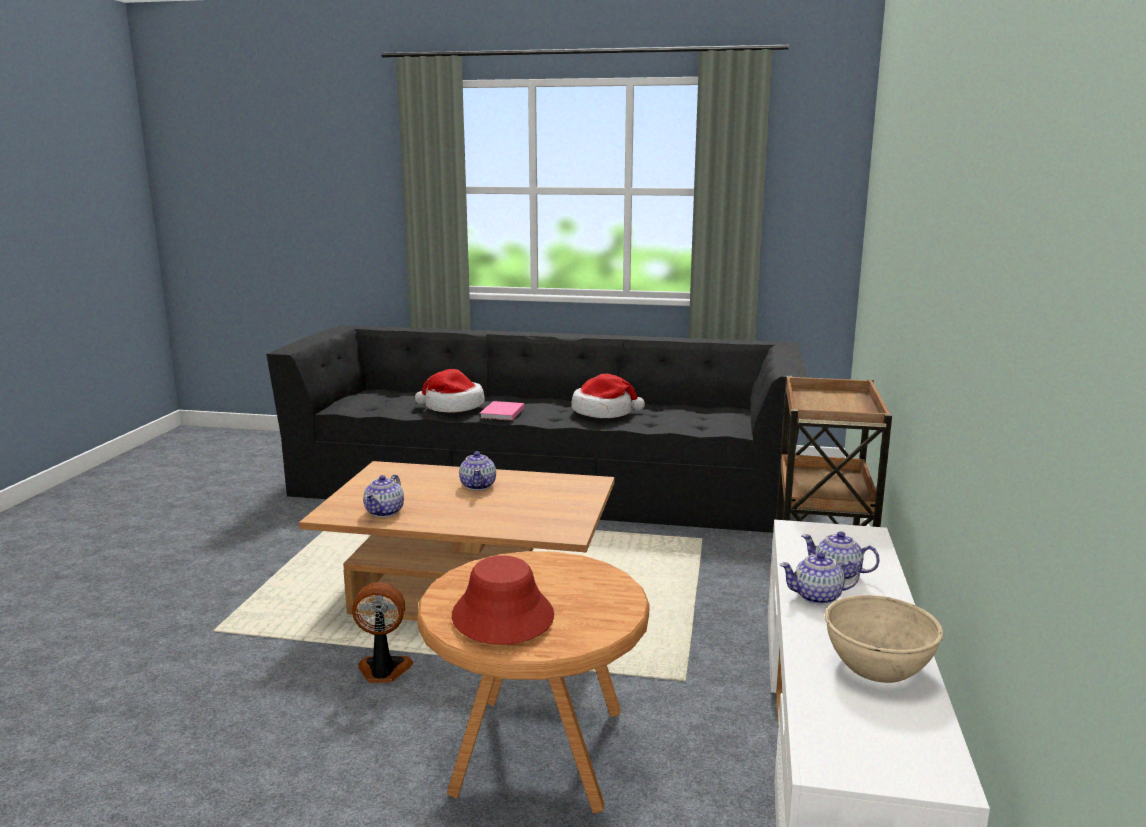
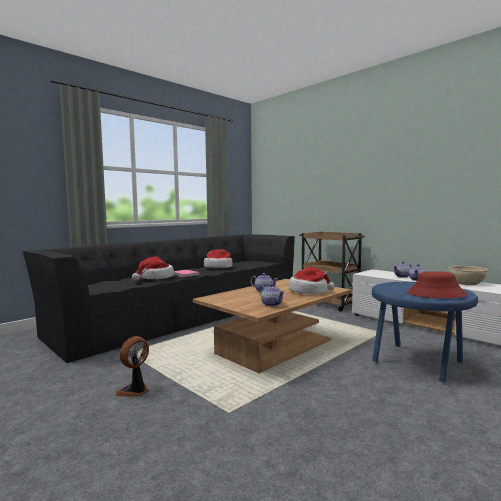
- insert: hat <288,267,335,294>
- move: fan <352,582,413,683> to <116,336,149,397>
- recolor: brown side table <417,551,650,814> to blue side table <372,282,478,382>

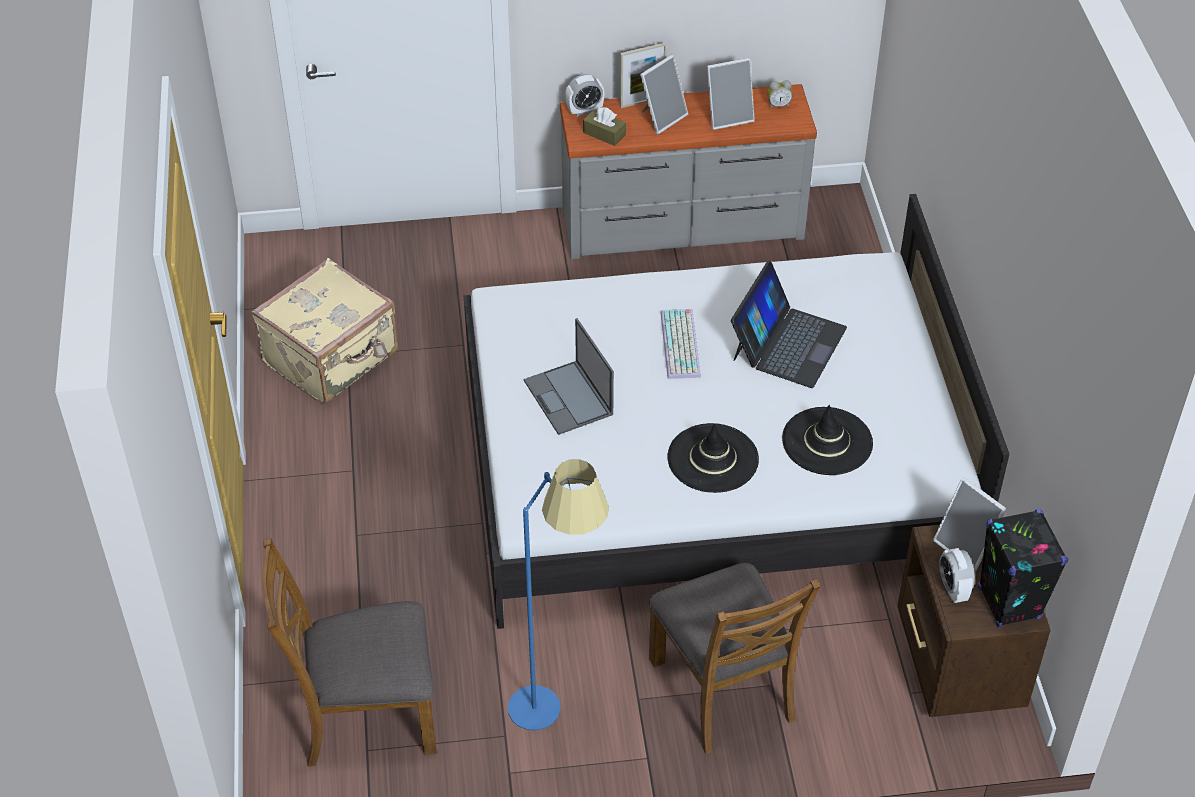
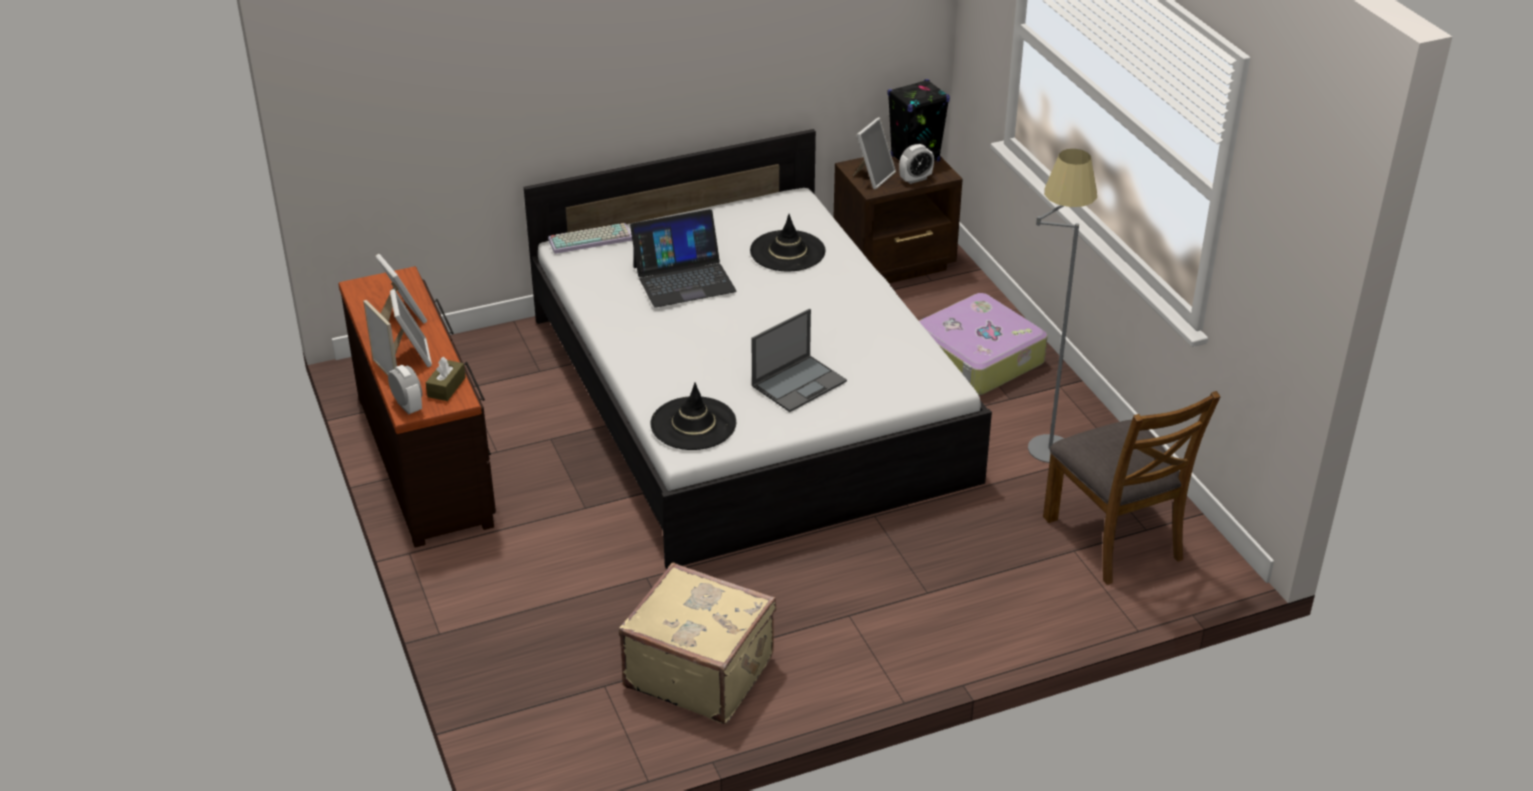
- delete: alarm clock <767,80,792,109>
- move: keyboard <661,309,701,379> to <548,223,632,254>
- move: black hat <667,423,759,493> to <650,382,736,450>
- replace: brown chair <649,563,821,754> to suitcase <919,293,1048,396>
- recolor: blue floor lamp <508,459,609,731> to grey floor lamp <1028,149,1097,463>
- recolor: grey dresser <560,84,817,259> to brown dresser <338,266,496,548>
- rotate: picture frame <640,55,688,134> = <390,289,432,367> 45 degrees clockwise
- rotate: laptop <731,261,847,388> = <630,209,737,308> 150 degrees clockwise

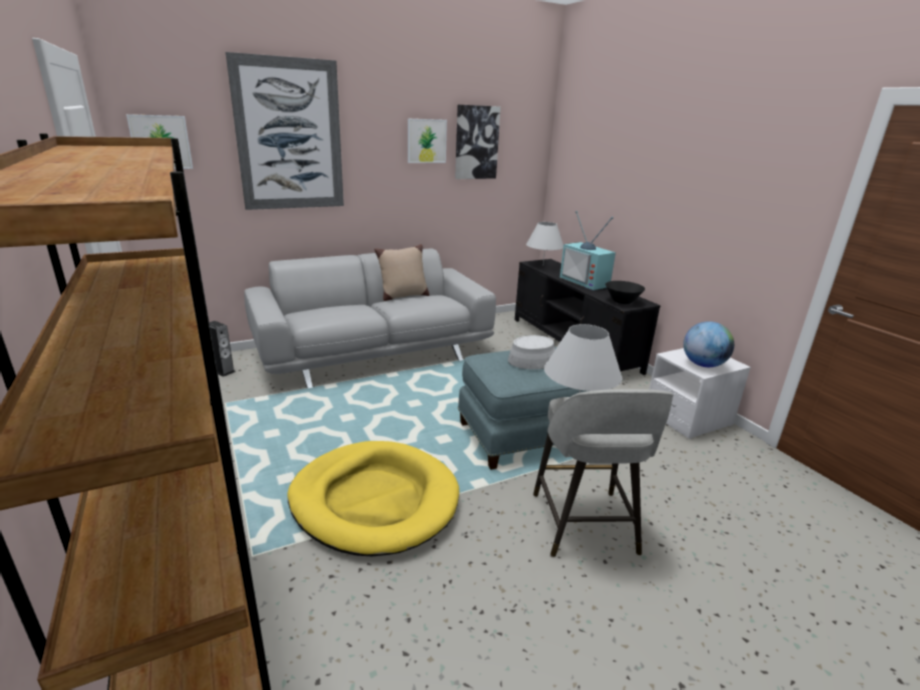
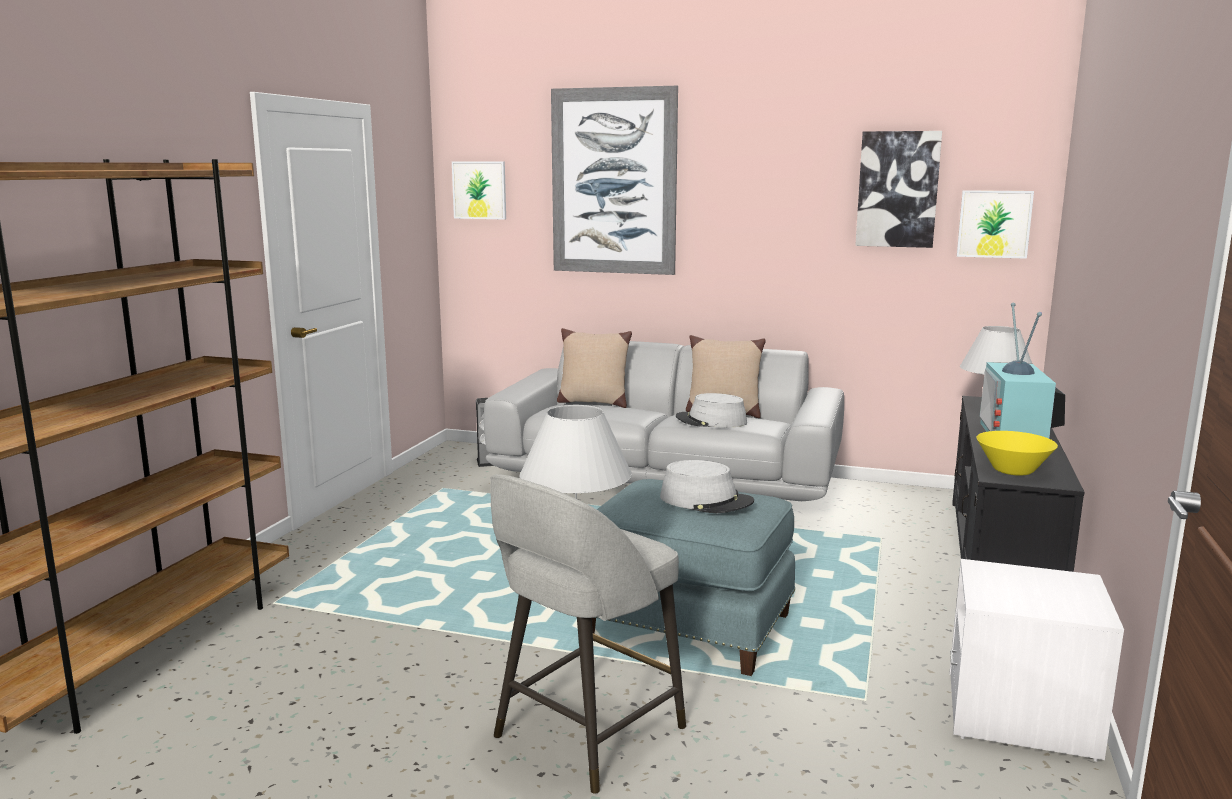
- delete: yellow dog bed <288,441,459,556>
- delete: globe <683,321,734,367>
- insert: beige pillow <557,328,632,408>
- insert: grey hat <676,393,747,428>
- move: picture <408,119,447,163> to <957,190,1034,259>
- recolor: black bowl <605,281,645,304> to yellow bowl <976,431,1058,476>

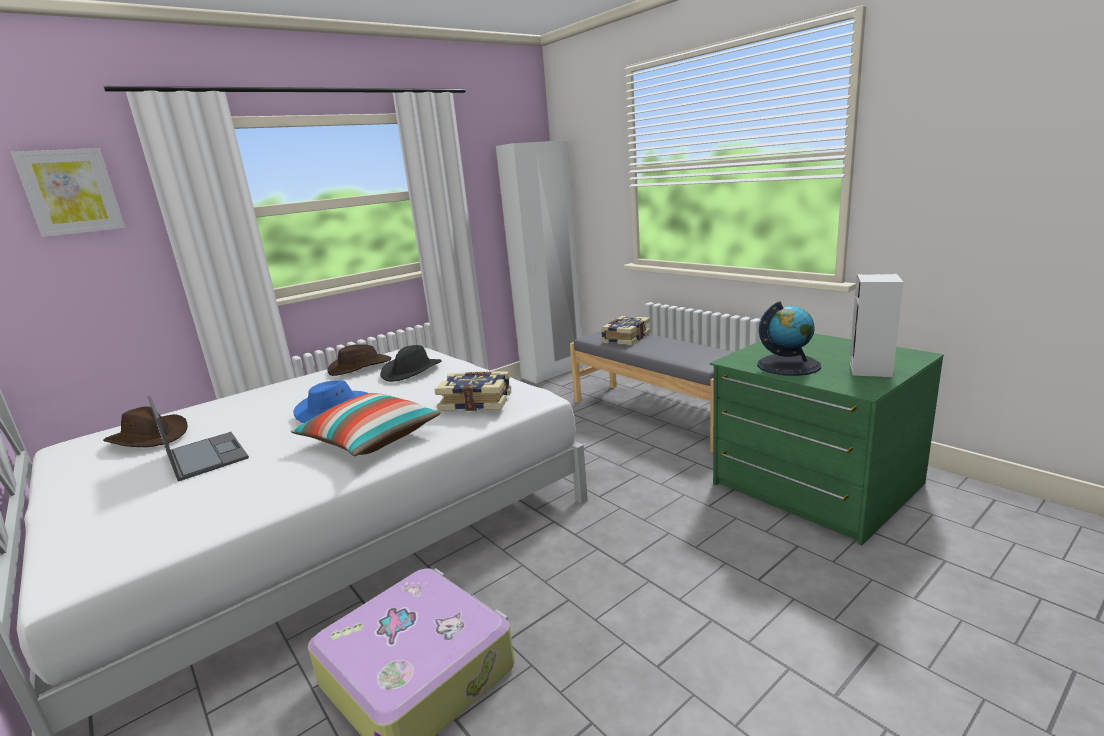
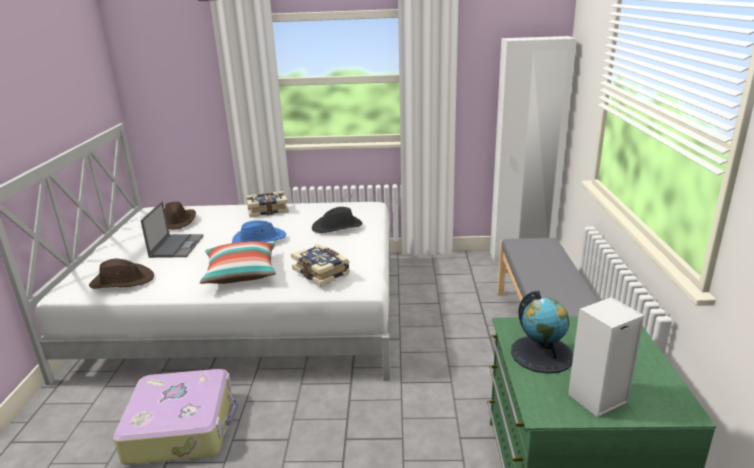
- delete: picture <11,148,125,237>
- move: brown hat <327,344,391,376> to <89,259,154,289>
- move: book <601,316,651,346> to <246,191,289,218>

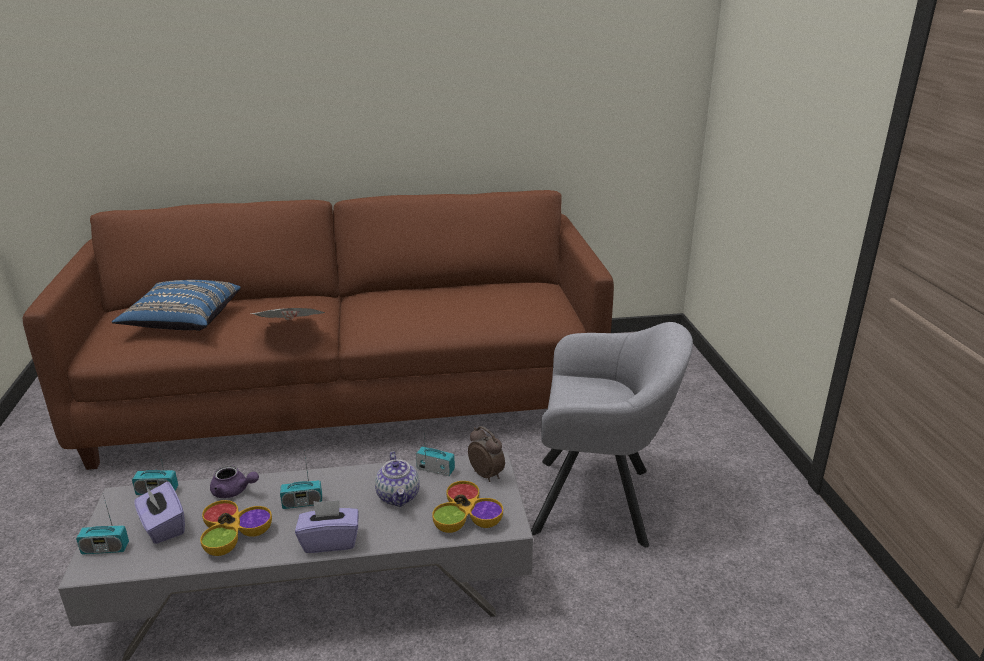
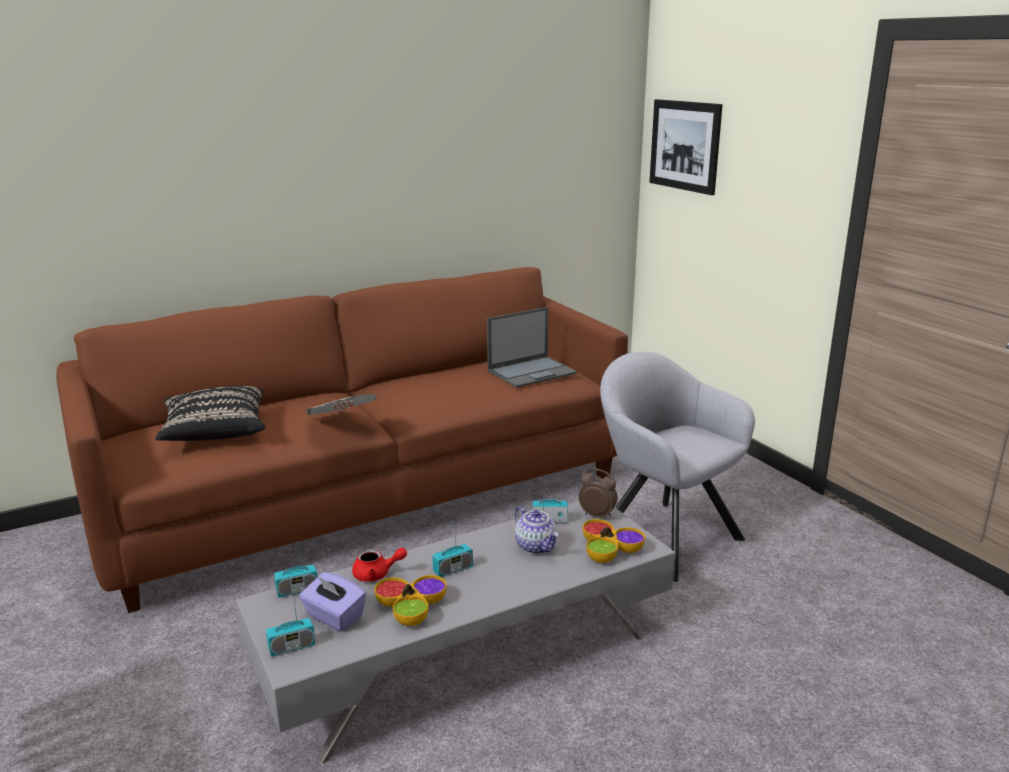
- delete: purple tissue box <295,500,359,553>
- insert: laptop <487,307,577,388>
- insert: picture <649,99,723,195>
- recolor: blue pillow <112,280,241,331> to black pillow <155,386,265,441>
- recolor: purple teapot <210,465,259,498> to red teapot <352,548,407,582>
- rotate: grey armchair <531,322,693,547> = <600,352,755,582> 120 degrees counterclockwise

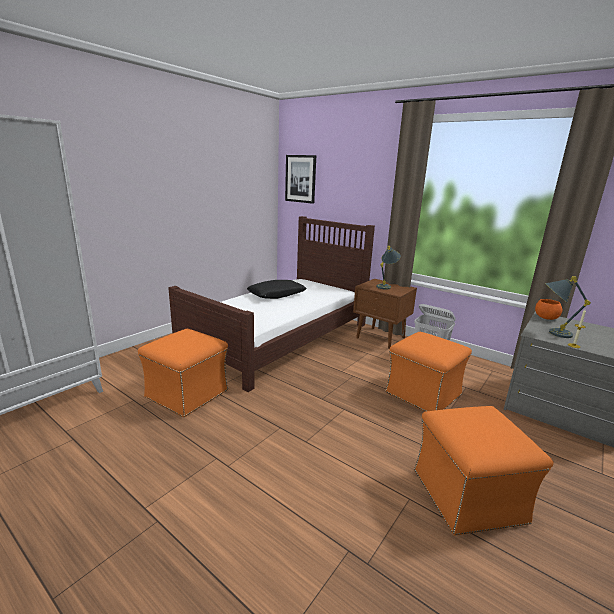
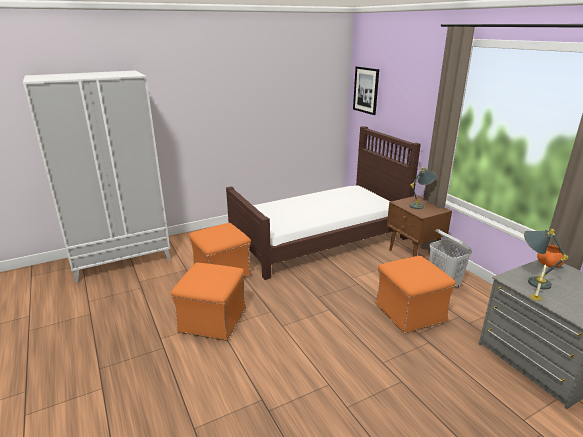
- delete: black pillow <247,280,307,299>
- move: orange ottoman <414,406,553,535> to <171,263,246,341>

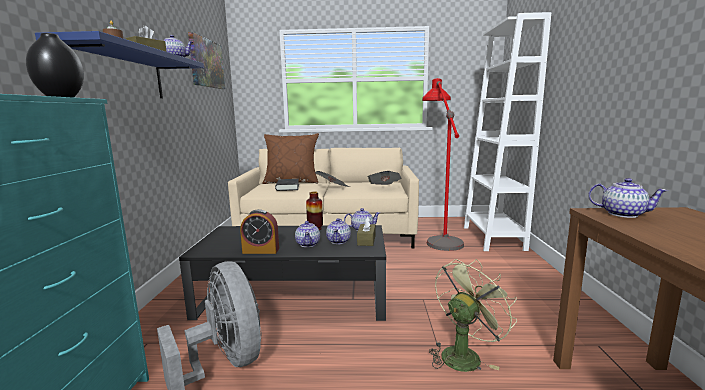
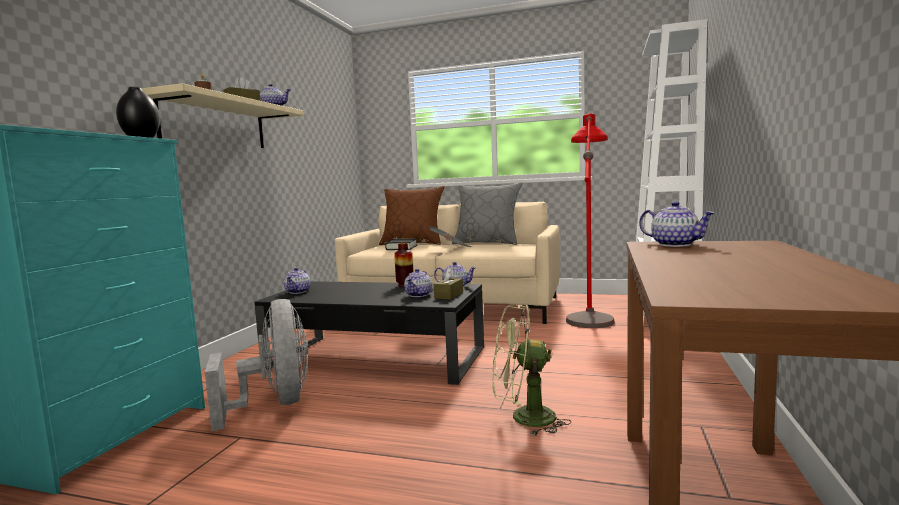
- delete: picture <188,32,225,89>
- delete: alarm clock <240,209,279,254>
- delete: newspaper <367,171,402,185>
- insert: grey pillow <452,182,522,245>
- move: teapot <295,221,320,247> to <284,267,310,294>
- recolor: blue shelf <35,31,204,98> to beige shelf <142,83,304,148>
- rotate: green fan <429,259,517,372> = <492,304,571,436> 150 degrees counterclockwise

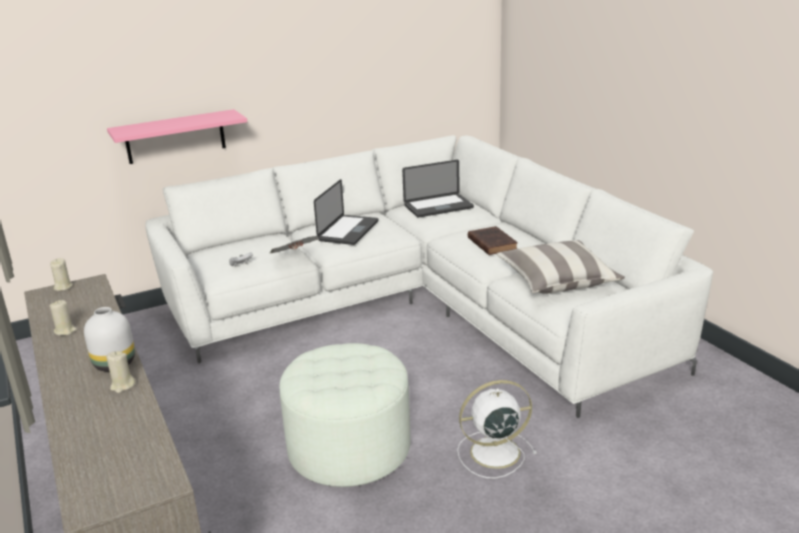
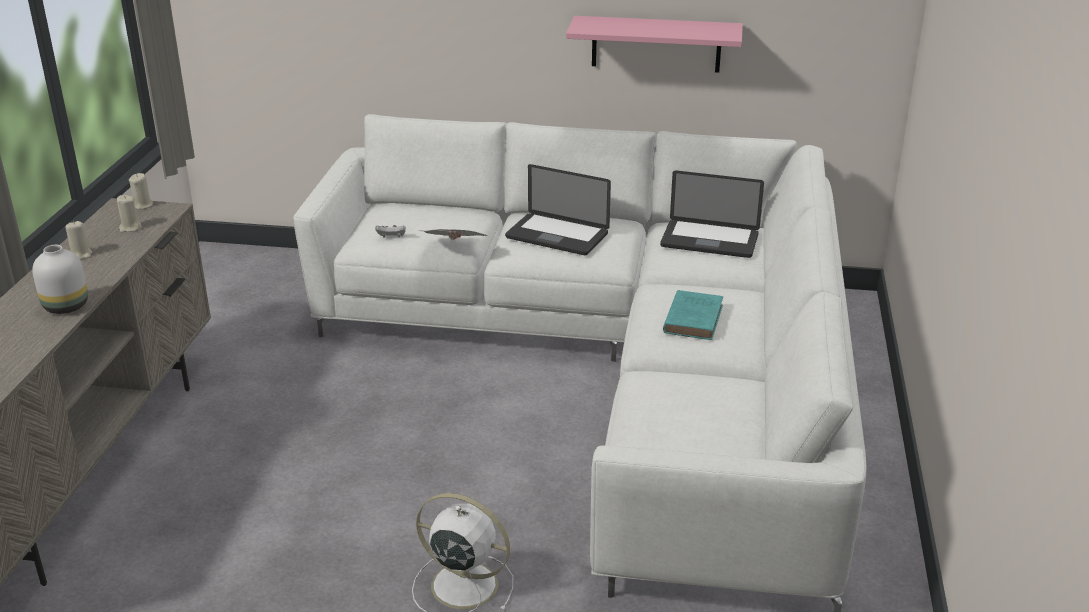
- delete: white ottoman <279,343,410,487>
- delete: pillow <497,240,625,294>
- move: beige candle <106,351,135,393> to <117,195,142,232>
- move: pink shelf <107,109,247,164> to <566,16,743,73>
- recolor: brown book <468,226,518,255> to turquoise book <663,290,723,340>
- rotate: laptop <314,179,378,245> = <505,164,611,255> 60 degrees clockwise

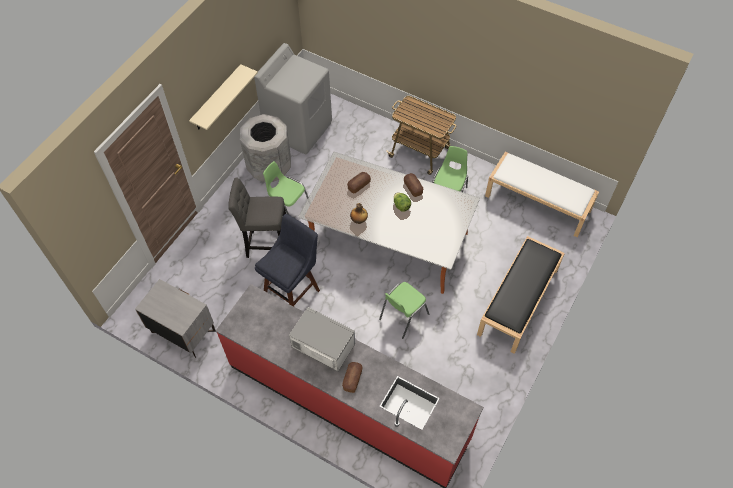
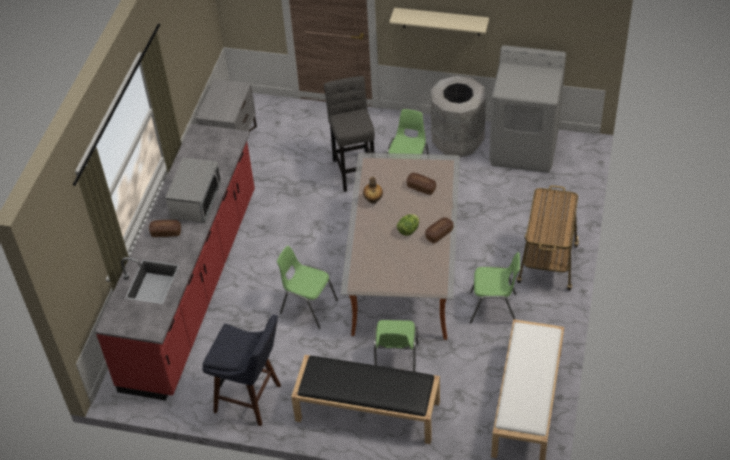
- insert: green chair <374,320,418,372>
- move: blue stool <255,214,320,306> to <202,315,281,426>

